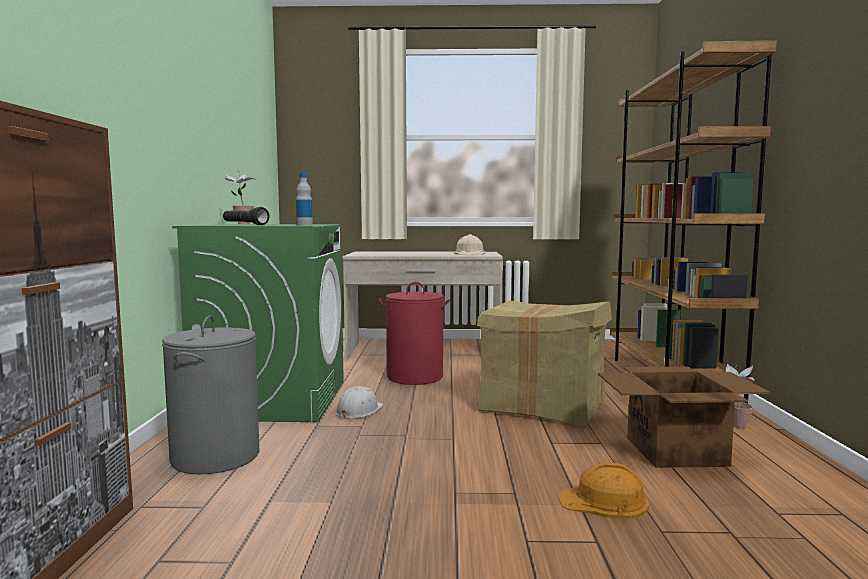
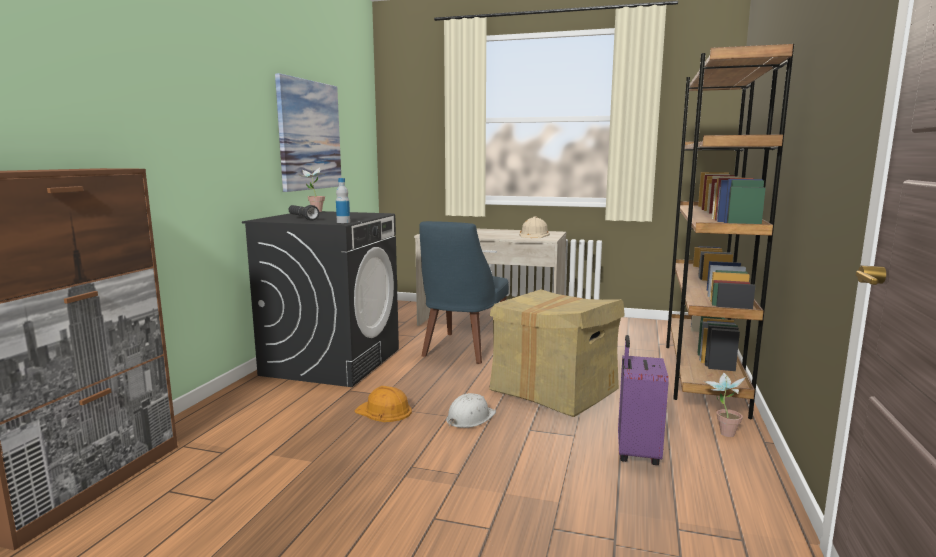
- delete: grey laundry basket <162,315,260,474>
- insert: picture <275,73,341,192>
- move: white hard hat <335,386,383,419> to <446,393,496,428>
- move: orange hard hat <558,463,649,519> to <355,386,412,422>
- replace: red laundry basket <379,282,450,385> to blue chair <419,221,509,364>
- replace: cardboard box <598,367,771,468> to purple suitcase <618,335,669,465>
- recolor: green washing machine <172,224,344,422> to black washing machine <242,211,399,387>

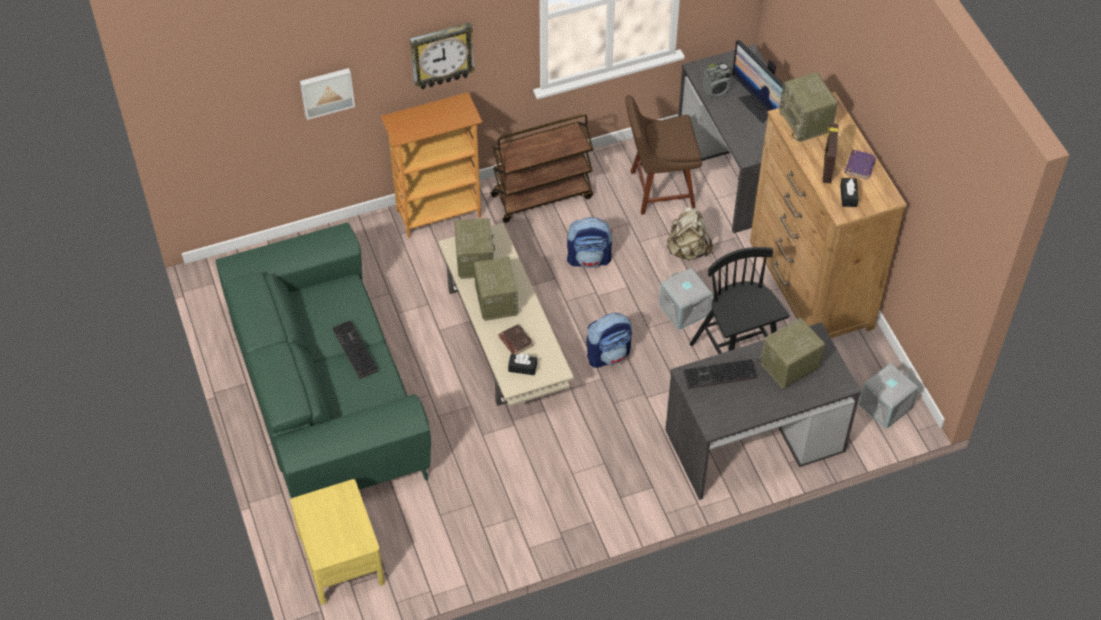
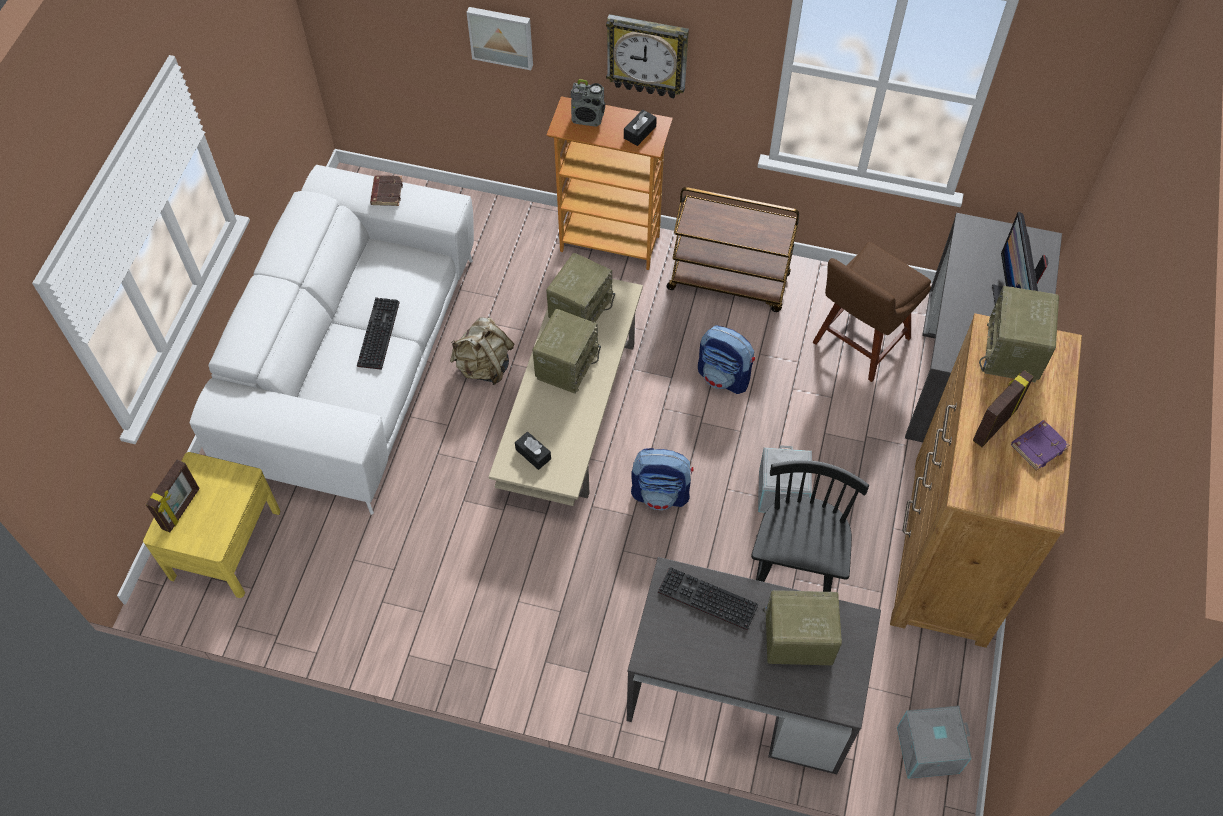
- insert: picture frame <146,460,200,533>
- move: brown book <498,324,534,355> to <370,175,403,206>
- move: beige backpack <667,206,713,260> to <450,317,514,385>
- move: radio <703,62,731,98> to <570,79,605,126>
- move: black tissue box <840,178,859,207> to <624,110,657,146>
- recolor: green sofa <216,223,431,498> to white sofa <190,165,474,515>
- rotate: brown chair <626,95,702,215> = <812,242,931,382> 75 degrees counterclockwise

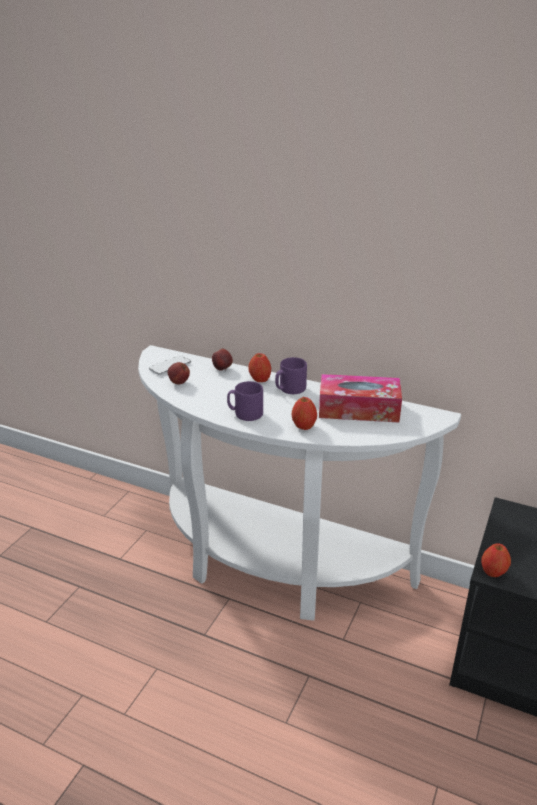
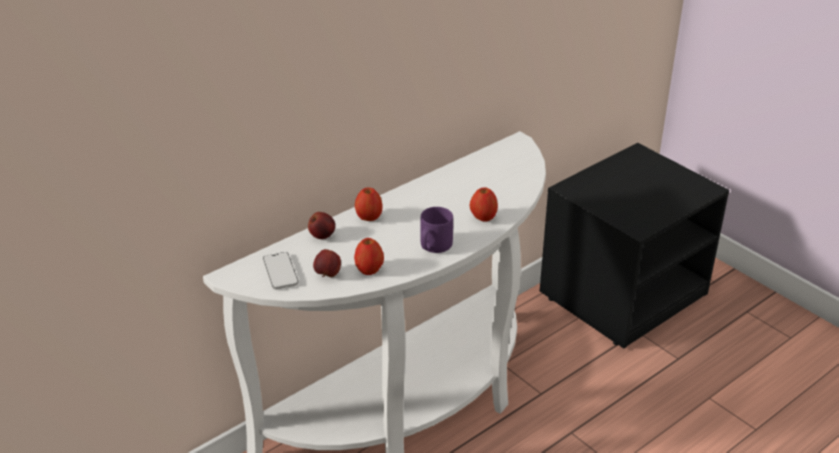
- delete: purple mug <275,357,307,394>
- delete: tissue box <319,374,402,422>
- move: apple <481,544,511,577> to <354,238,384,275>

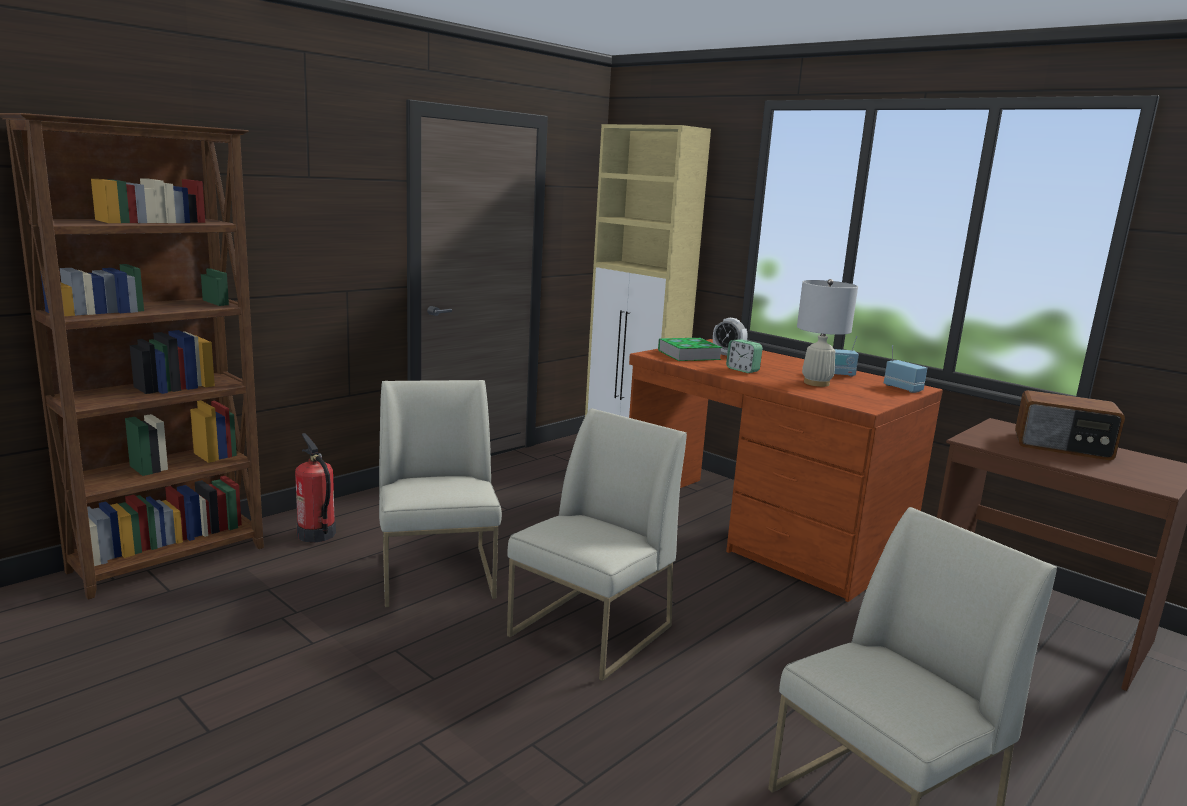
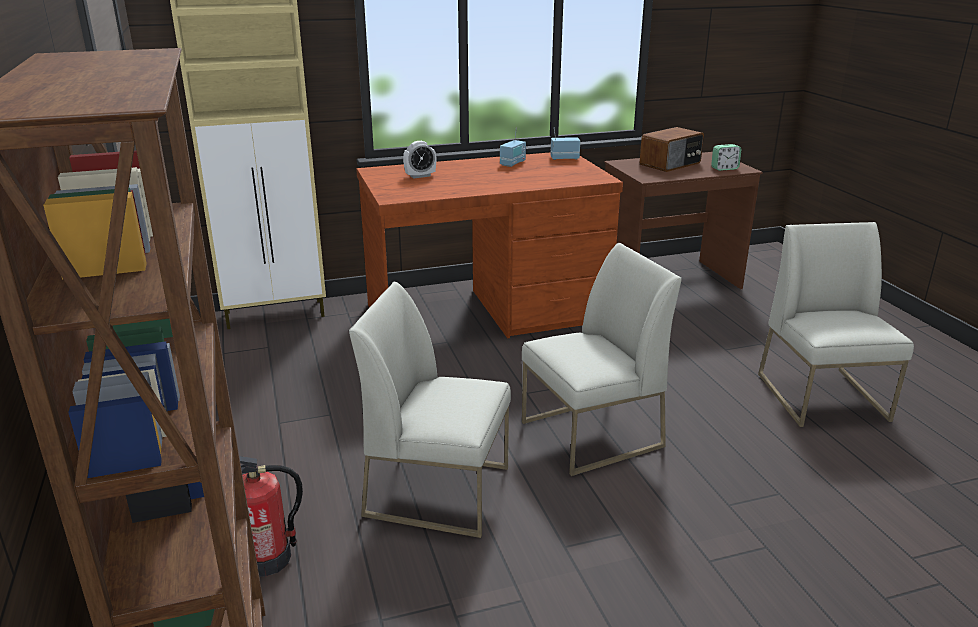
- delete: book <658,338,722,361>
- delete: white table lamp <797,279,858,387>
- move: alarm clock <726,339,763,373> to <711,144,741,171>
- rotate: white chair <507,408,687,681> = <522,243,682,476> 90 degrees clockwise

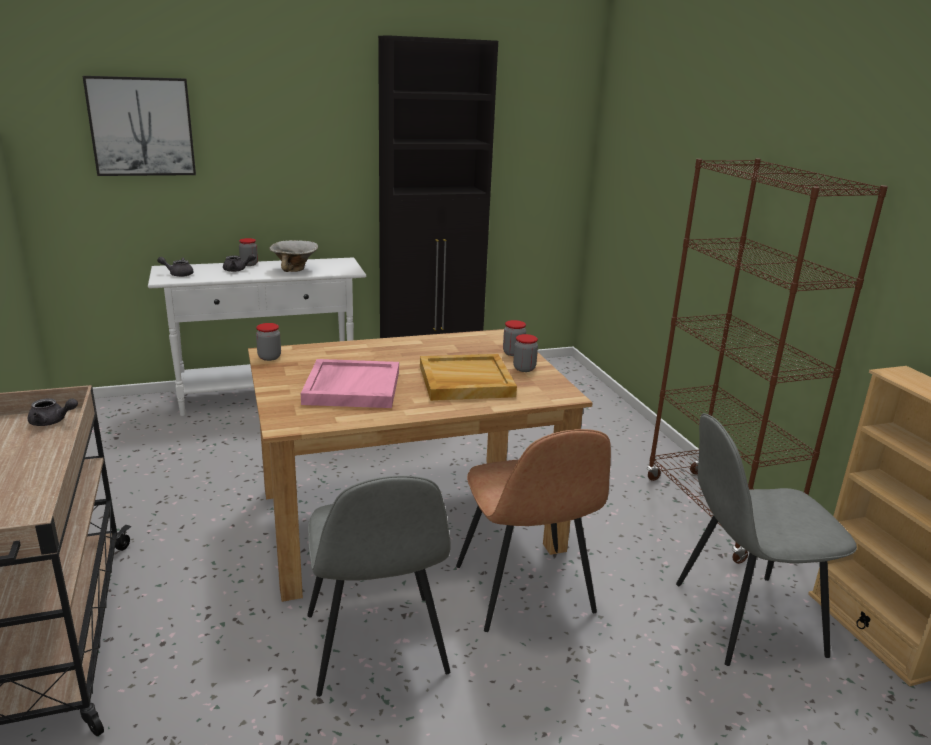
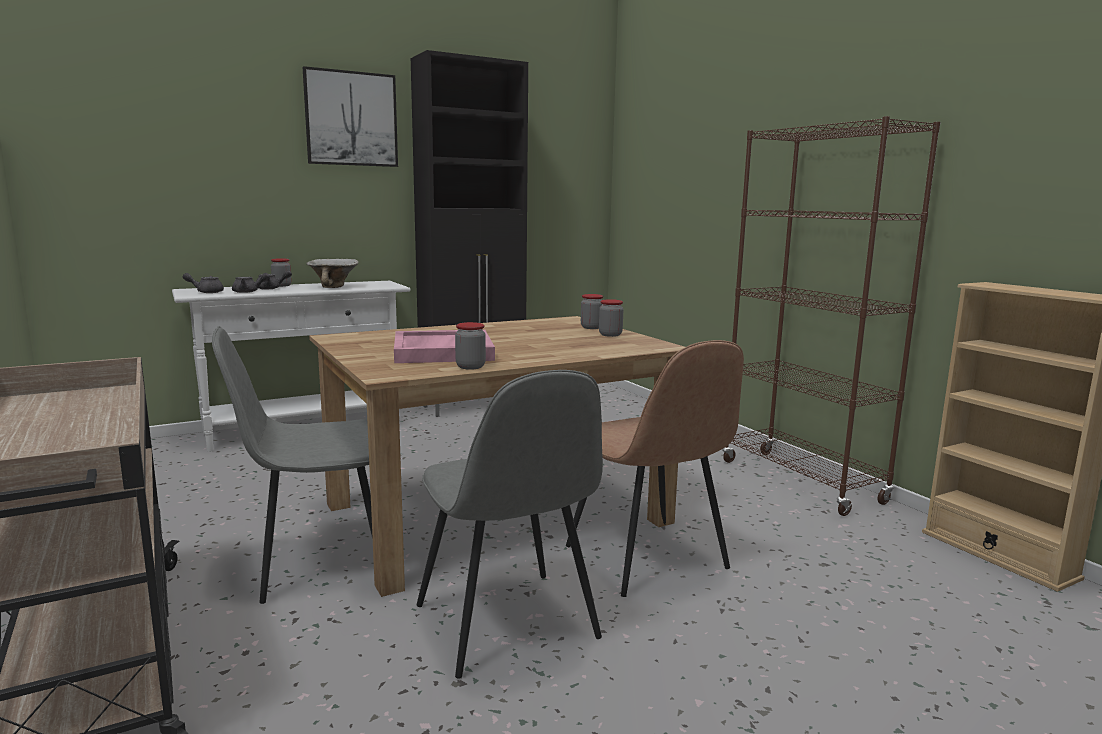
- delete: beige tray <420,354,517,401>
- move: grey teapot <28,398,78,426> to <232,273,270,293>
- move: picture <82,76,196,176> to <302,66,398,167>
- move: jar <256,323,281,361> to <455,322,486,370>
- move: grey chair <676,413,857,666> to <212,326,373,604>

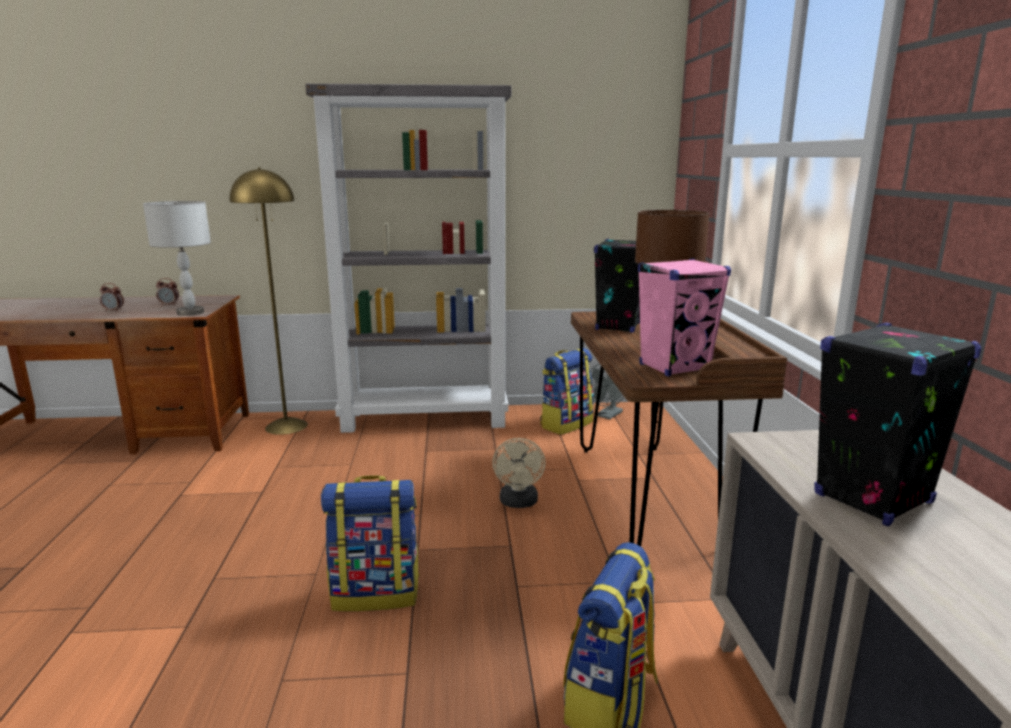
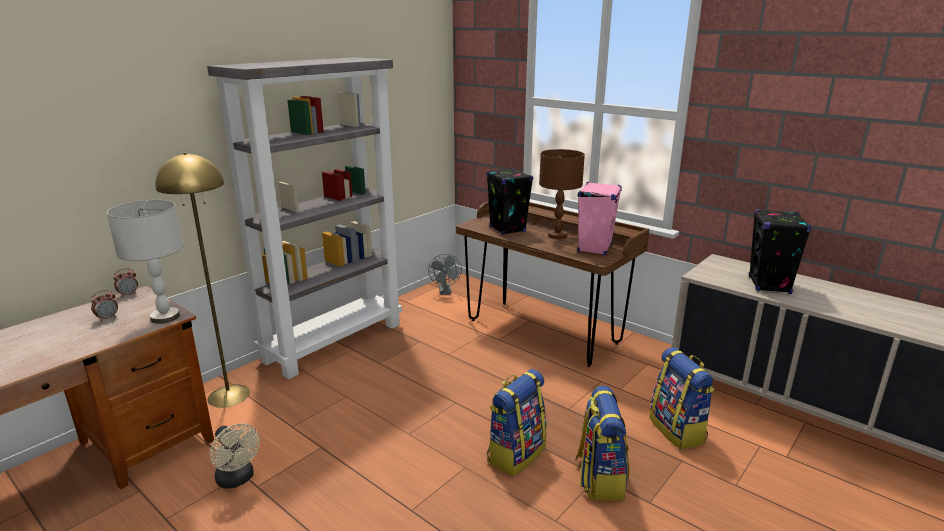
- move: alarm clock <100,283,124,312> to <113,268,138,297>
- move: beige fan <492,438,546,508> to <210,423,260,489>
- move: backpack <540,348,594,435> to <575,386,629,501>

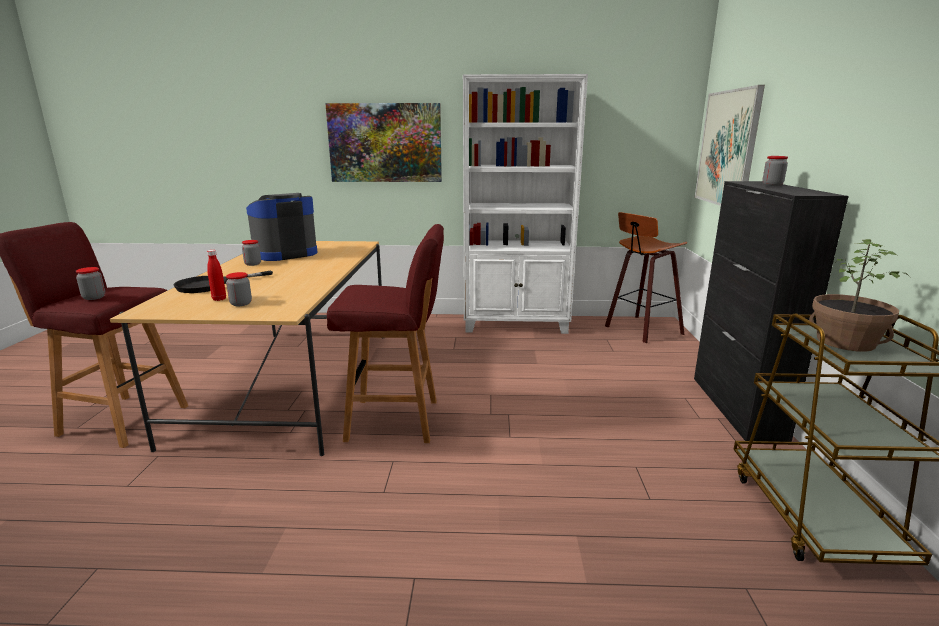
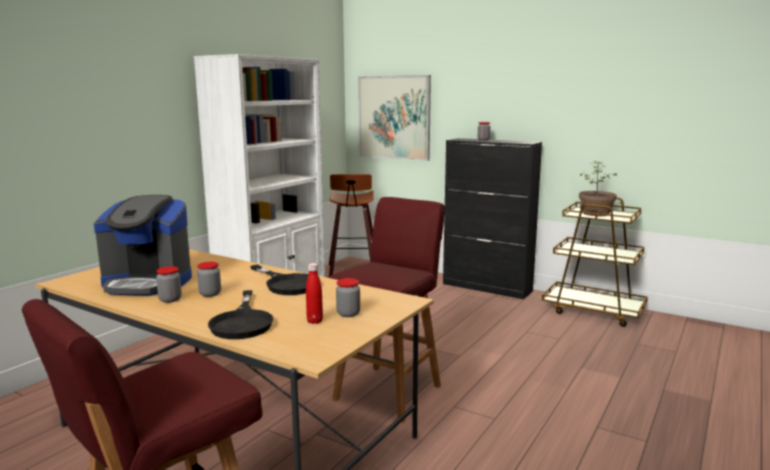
- delete: picture <325,103,442,182>
- insert: black frying pan <250,265,309,295>
- move: jar <76,267,105,300> to <197,262,221,297>
- rotate: coffee machine <246,193,317,261> = <94,195,192,296> 75 degrees counterclockwise

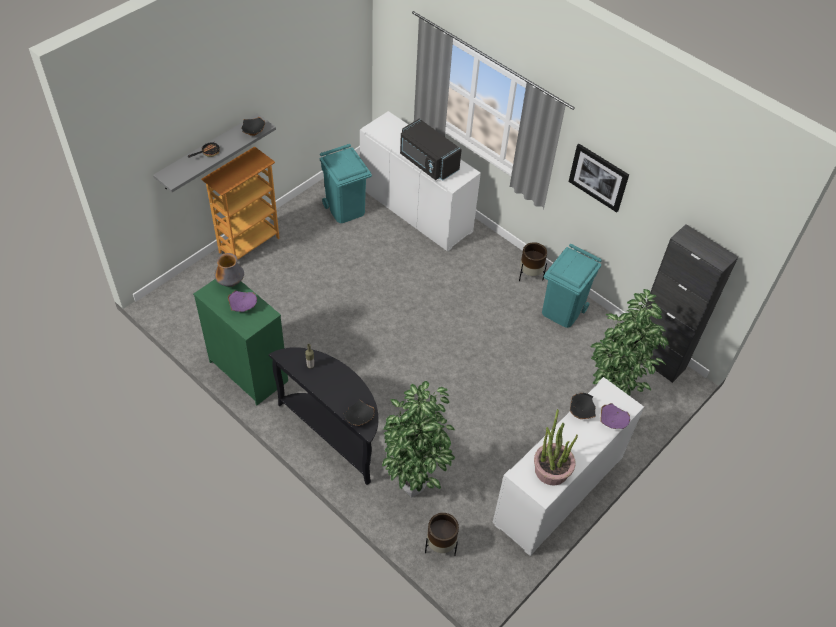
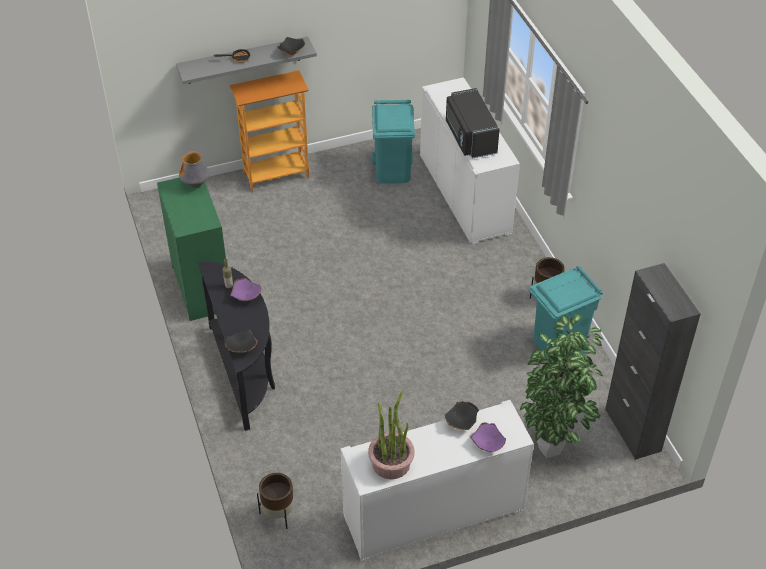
- delete: potted plant <382,381,455,498>
- delete: picture <569,144,629,213>
- move: purple bowl <228,290,257,312> to <230,278,261,301>

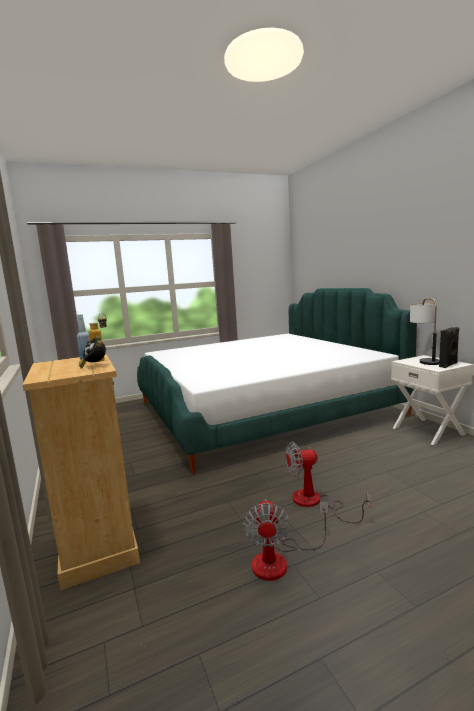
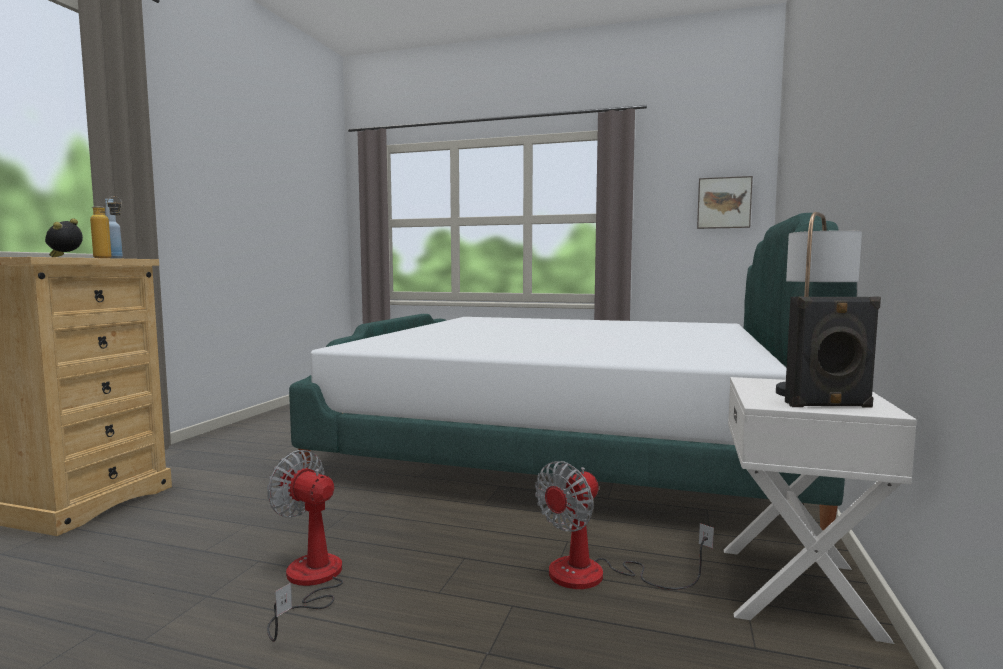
- insert: picture <697,176,753,229>
- move: fan <243,499,328,581> to <535,461,714,590>

